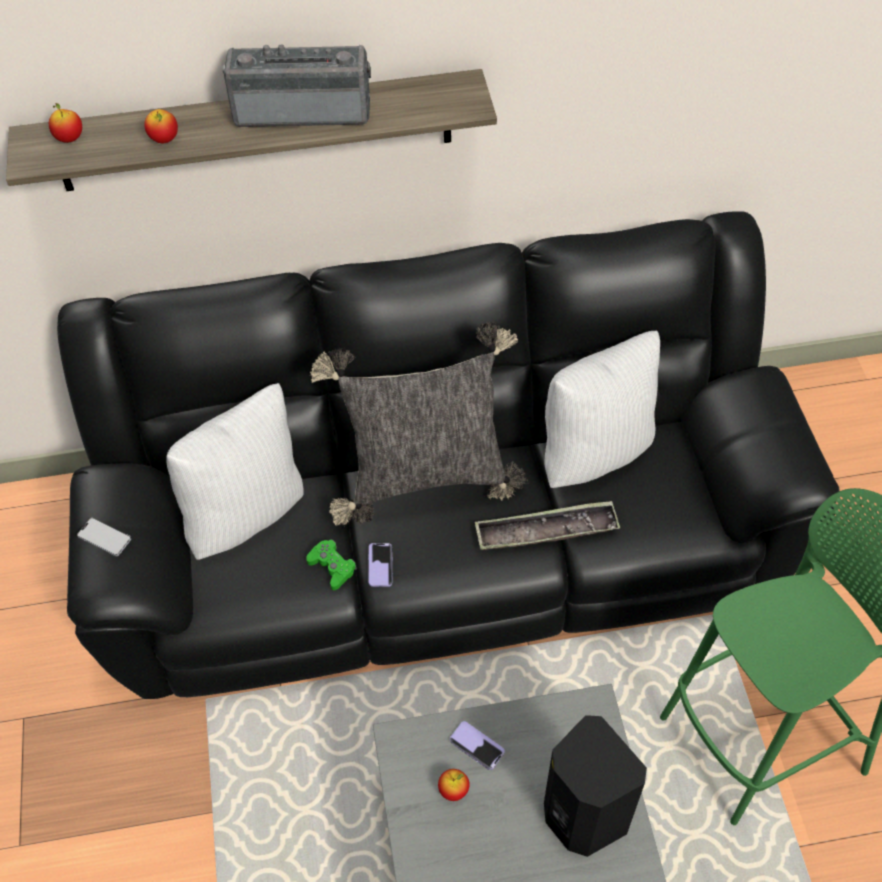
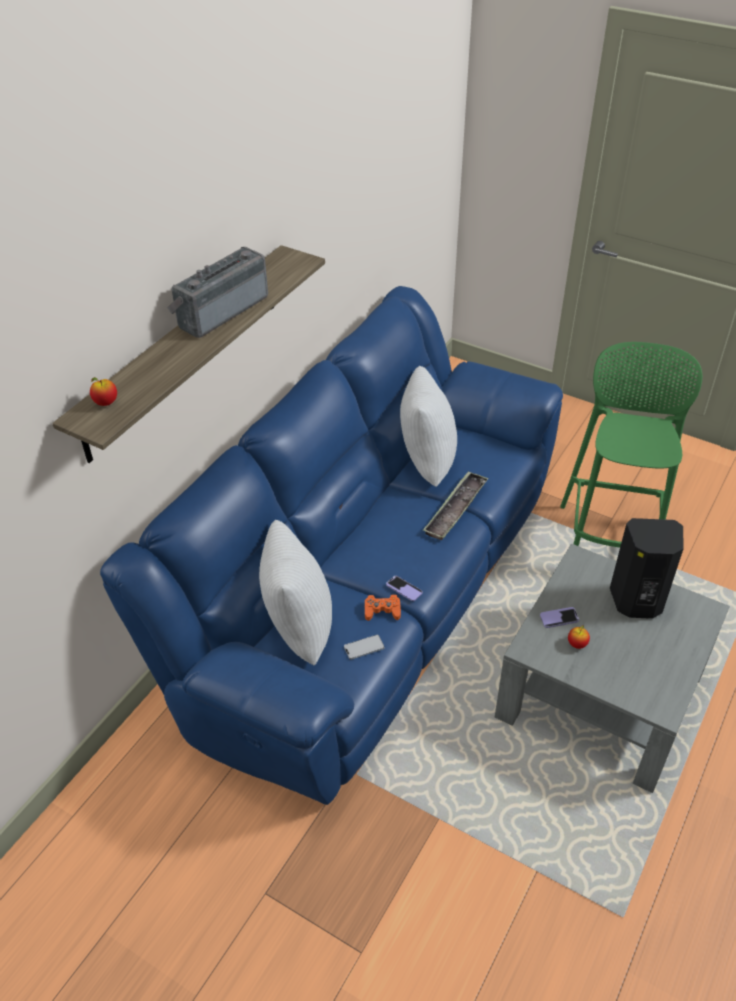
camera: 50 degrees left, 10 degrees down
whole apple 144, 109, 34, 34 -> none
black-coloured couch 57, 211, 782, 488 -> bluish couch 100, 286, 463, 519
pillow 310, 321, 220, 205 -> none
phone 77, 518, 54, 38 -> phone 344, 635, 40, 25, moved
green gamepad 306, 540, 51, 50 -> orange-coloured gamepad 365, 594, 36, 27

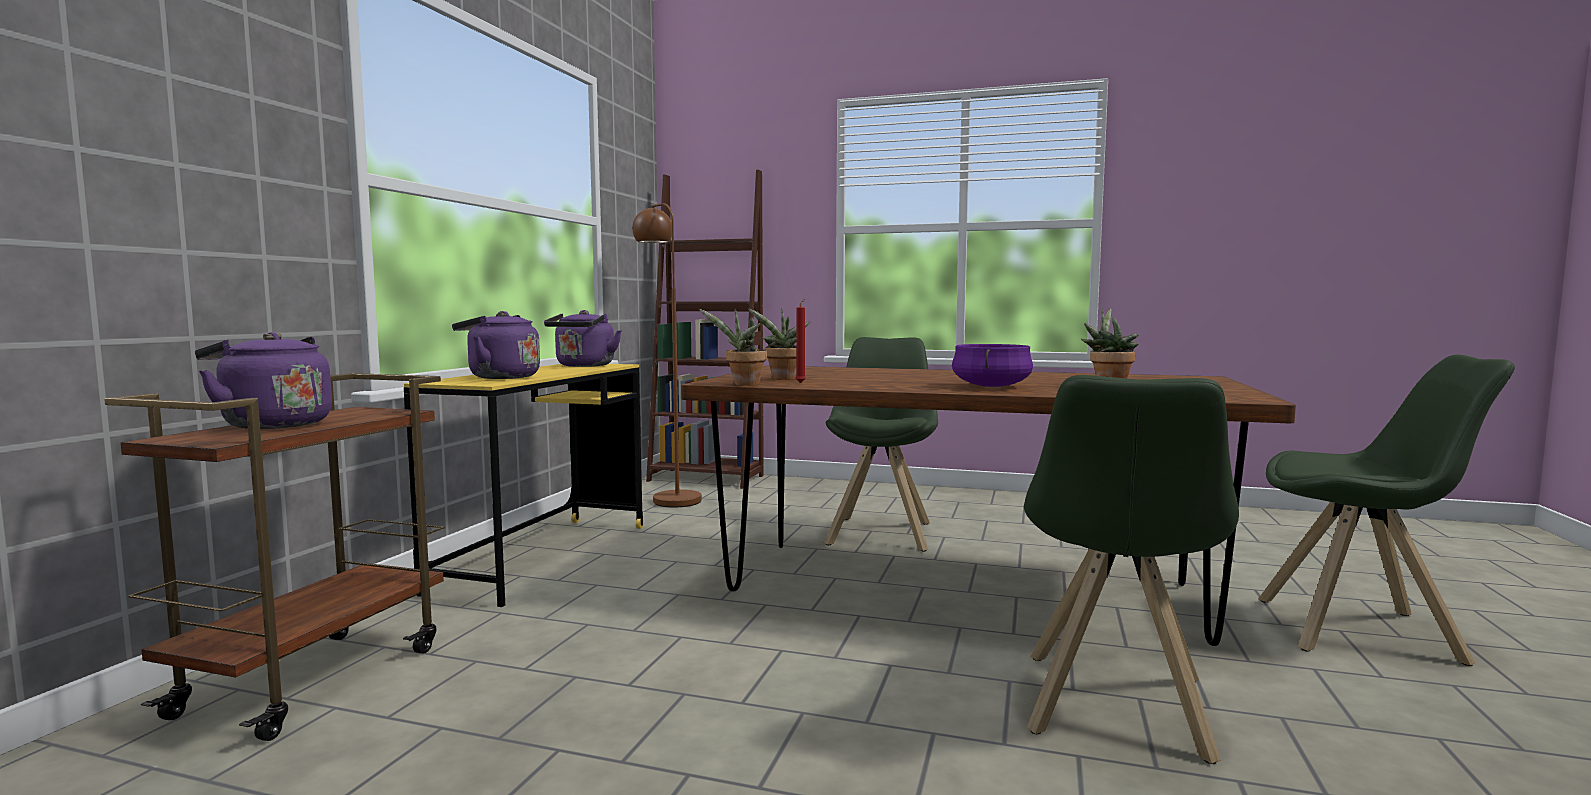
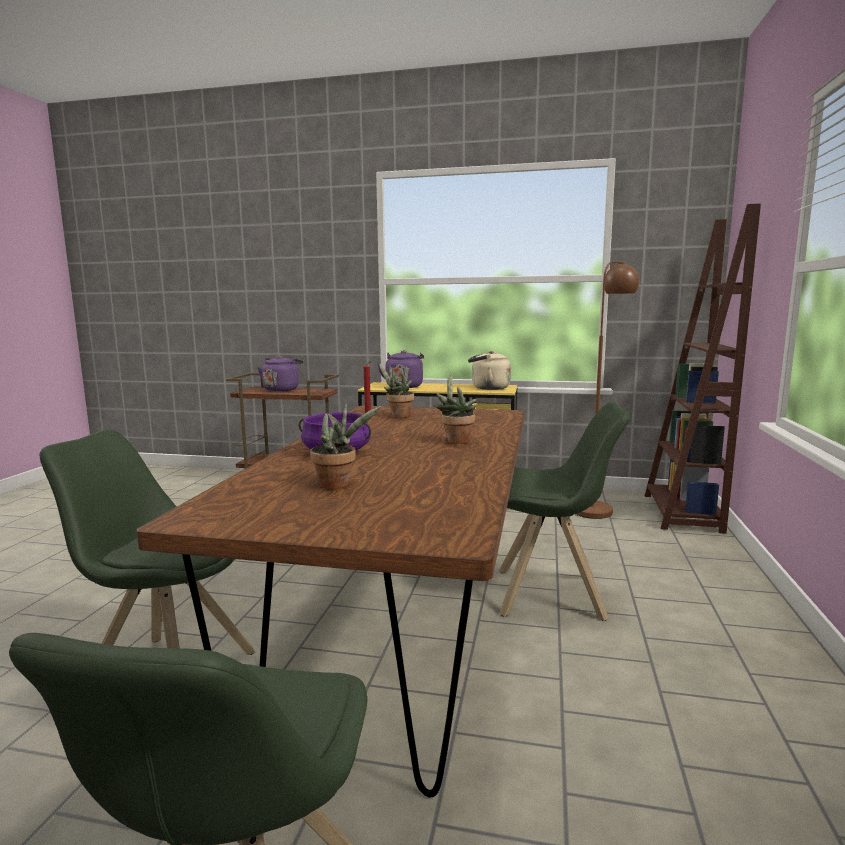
camera: 85 degrees right, 5 degrees up
plant in a pot 699, 308, 68, 78 -> plant in a pot 433, 375, 44, 69, moved
purple water kettle 544, 310, 78, 57 -> beige-coloured water kettle 468, 351, 43, 39

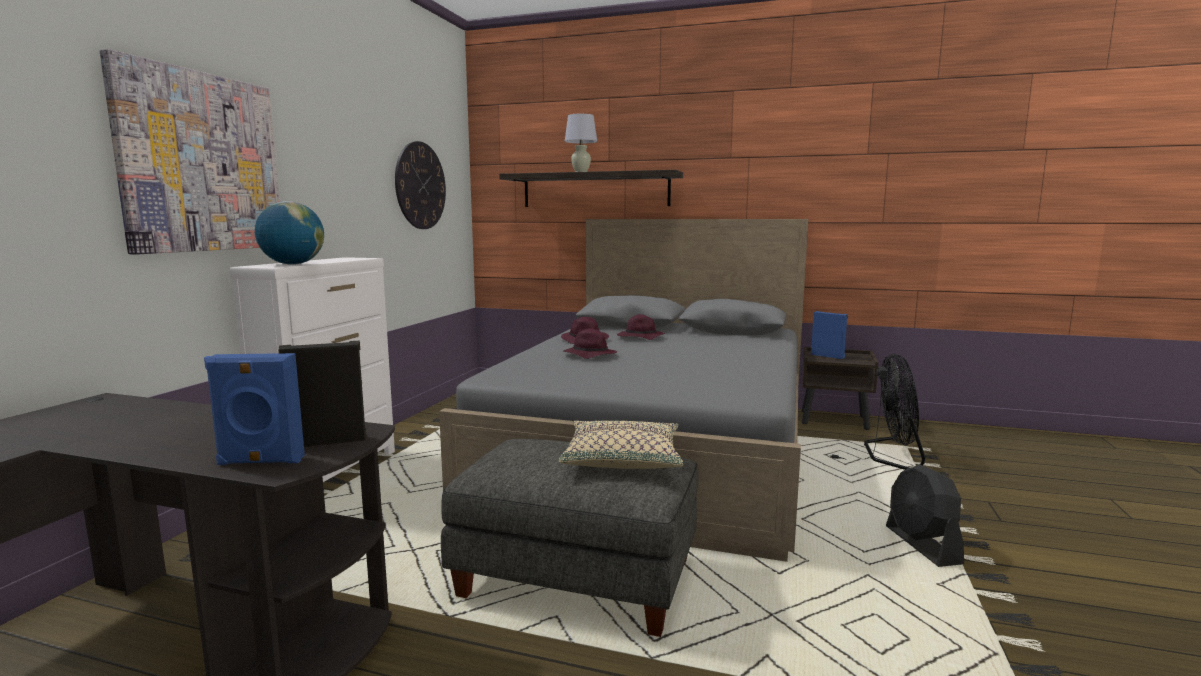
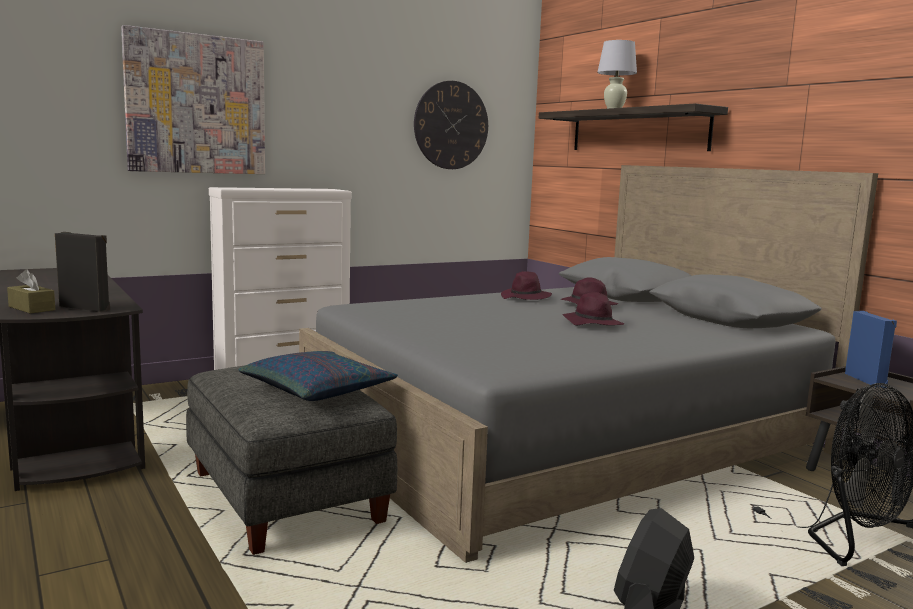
camera: 40 degrees right, 0 degrees up
globe 255, 201, 69, 64 -> none
purple wearable hat 563, 328, 55, 31 -> purple wearable hat 562, 292, 62, 33, moved
bluish loudspeaker 204, 353, 101, 112 -> brown box of tissues 7, 269, 48, 45
beige-coloured pillow 559, 421, 125, 48 -> bluish pillow 238, 351, 160, 50

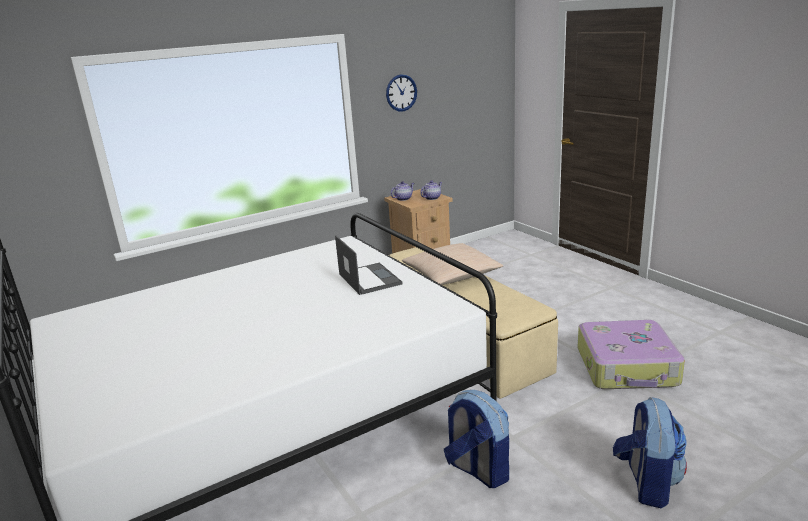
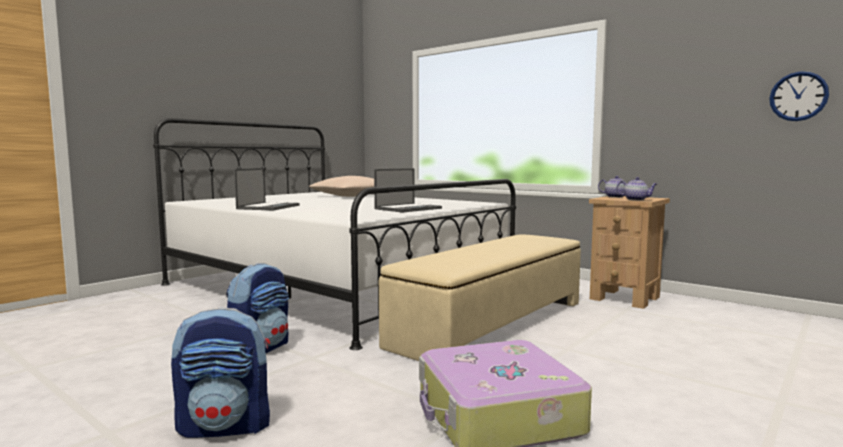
camera: 70 degrees right, 15 degrees down
hanging clock 386, 74, 31, 37 -> hanging clock 769, 71, 60, 50, moved
beige-coloured pillow 402, 243, 101, 42 -> beige-coloured pillow 309, 176, 65, 21, moved
none -> notebook computer 234, 168, 66, 42

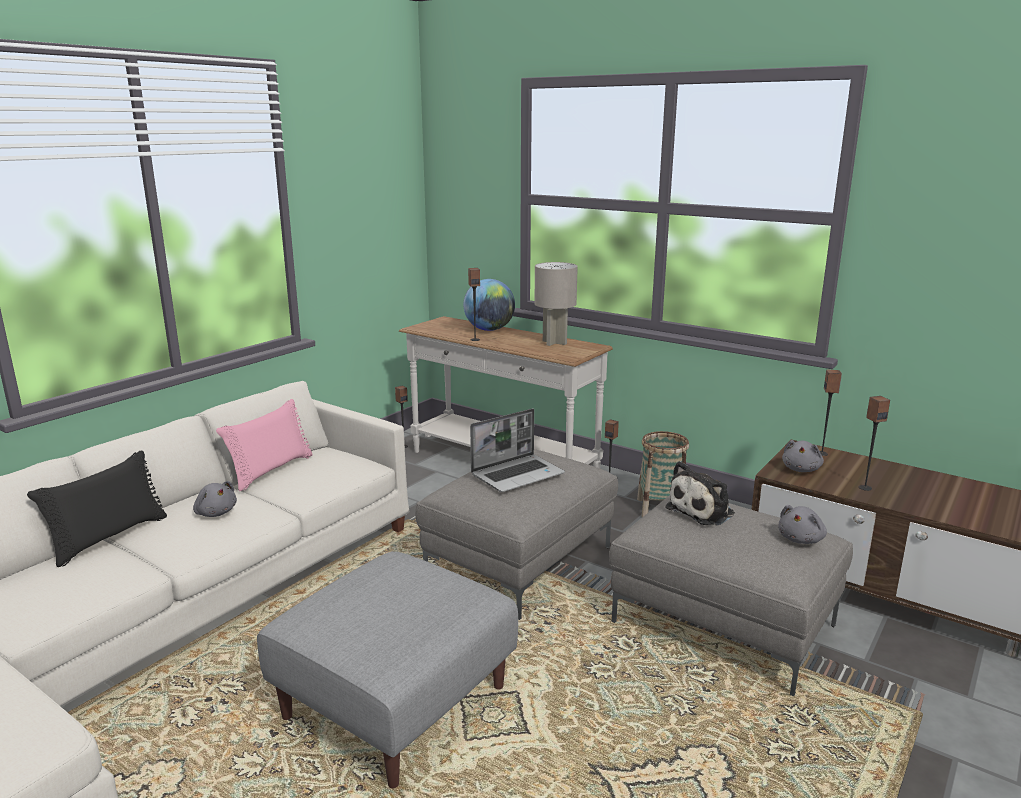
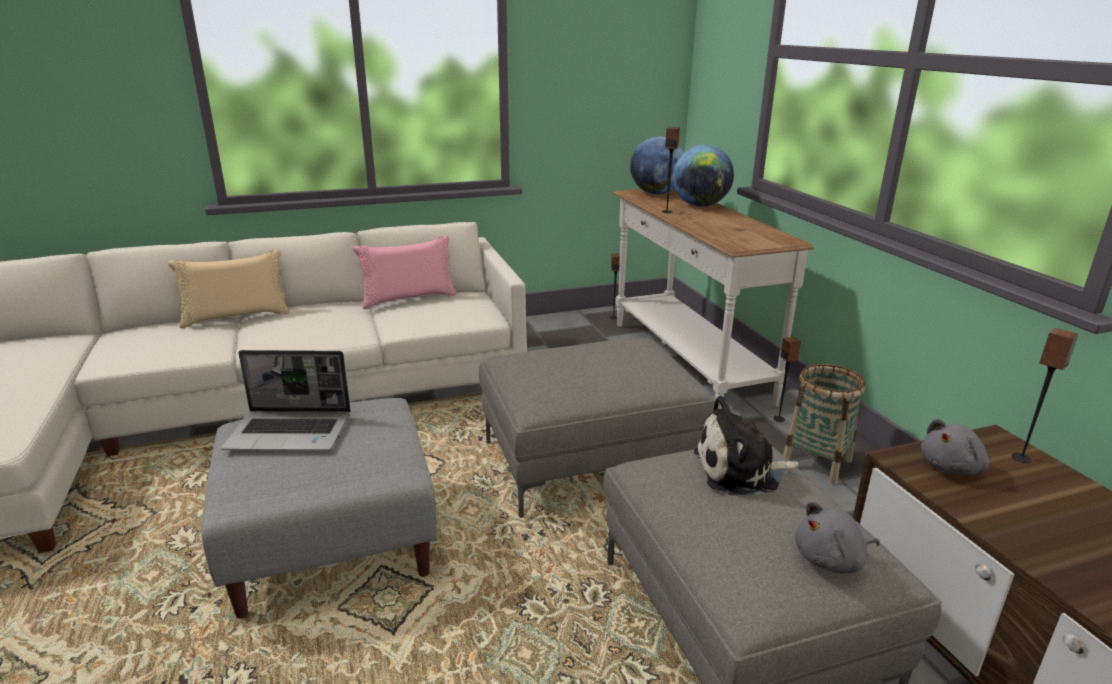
camera: 35 degrees right, 5 degrees up
gray lamp for a table 534, 262, 44, 84 -> none
loudspeaker 859, 396, 31, 95 -> none
notebook computer 470, 408, 95, 84 -> notebook computer 221, 350, 130, 101, moved
black-coloured pillow 27, 451, 140, 116 -> beige-coloured pillow 168, 250, 121, 79
gray plush toy 193, 481, 44, 36 -> none
none -> globe 630, 136, 54, 58

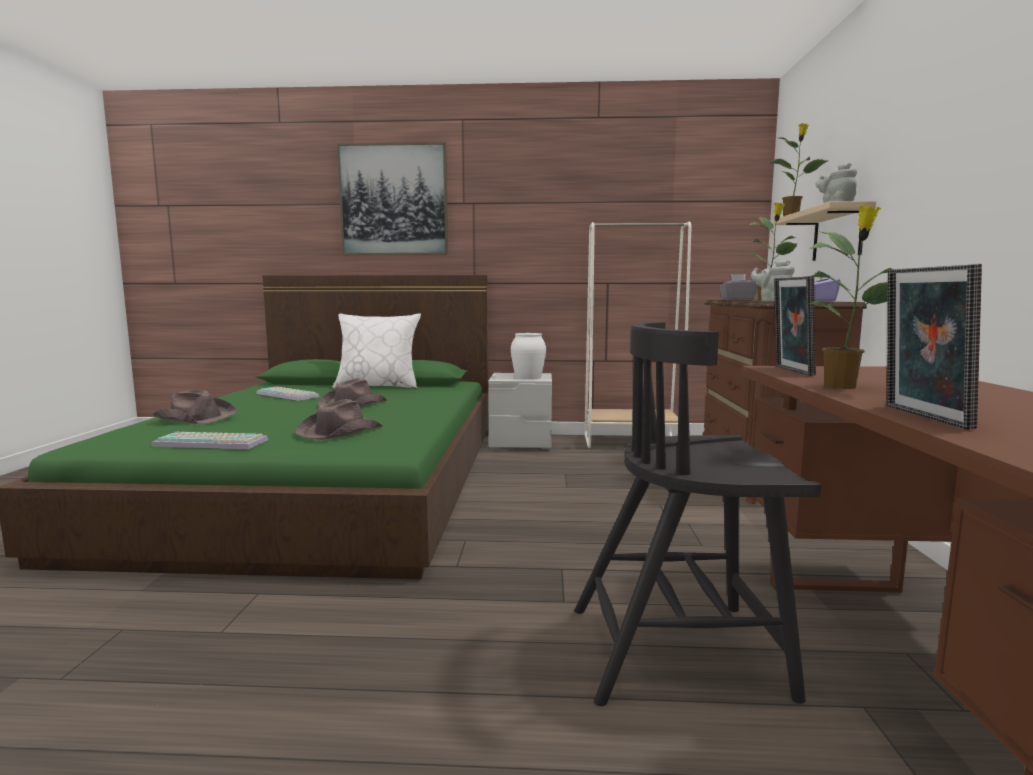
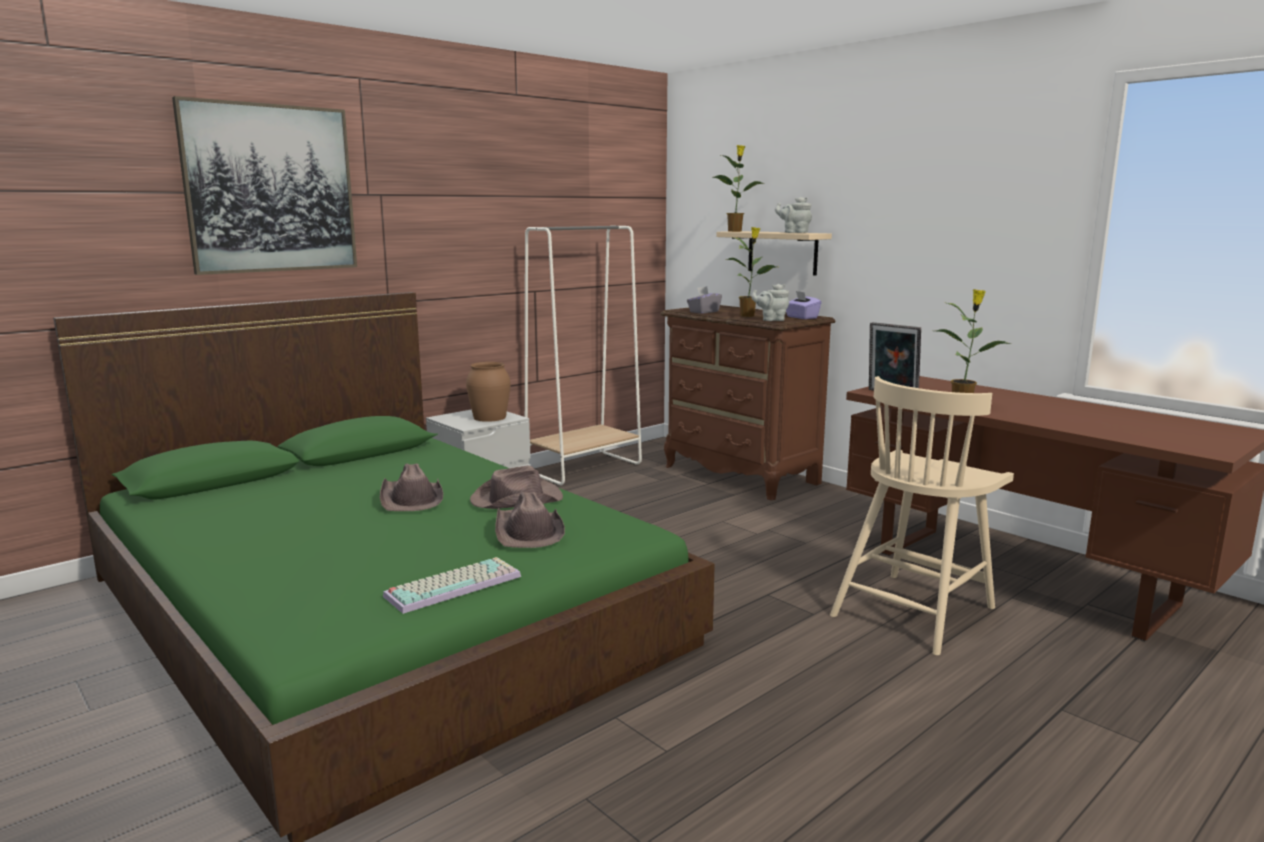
camera: 45 degrees left, 5 degrees up
standing frame 887, 264, 95, 166 -> none
white pillow 332, 313, 89, 76 -> none
black-coloured chair 574, 322, 247, 384 -> beige-coloured chair 830, 376, 184, 279
white vase 511, 333, 35, 47 -> brown vase 466, 362, 45, 60
PC keyboard 256, 386, 63, 15 -> none
brown wearable hat 153, 390, 84, 34 -> brown wearable hat 470, 466, 93, 43, moved

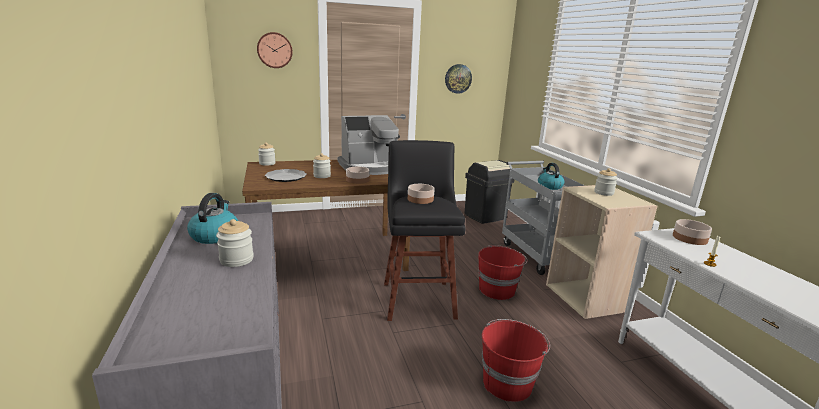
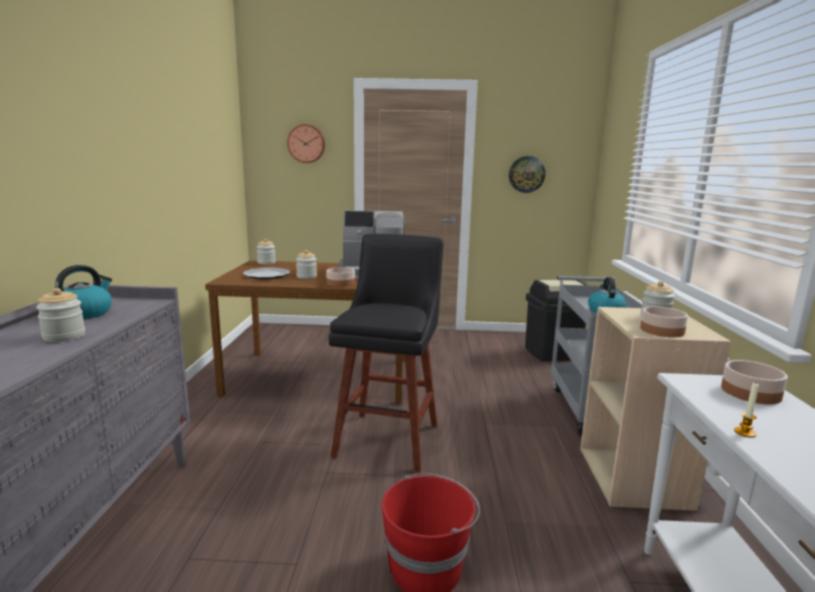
camera: 20 degrees right, 5 degrees down
deep dish 408, 184, 27, 20 -> deep dish 640, 306, 48, 31, moved
red pail 478, 245, 49, 55 -> none

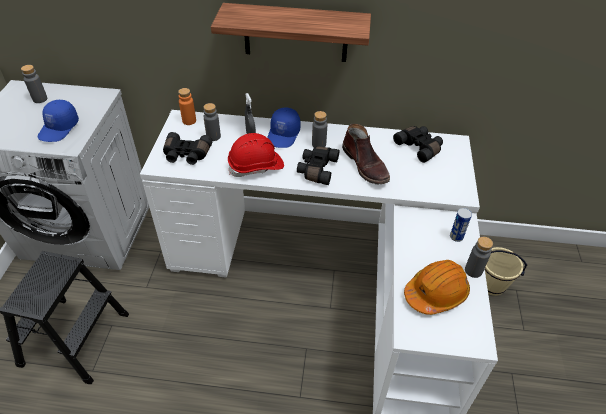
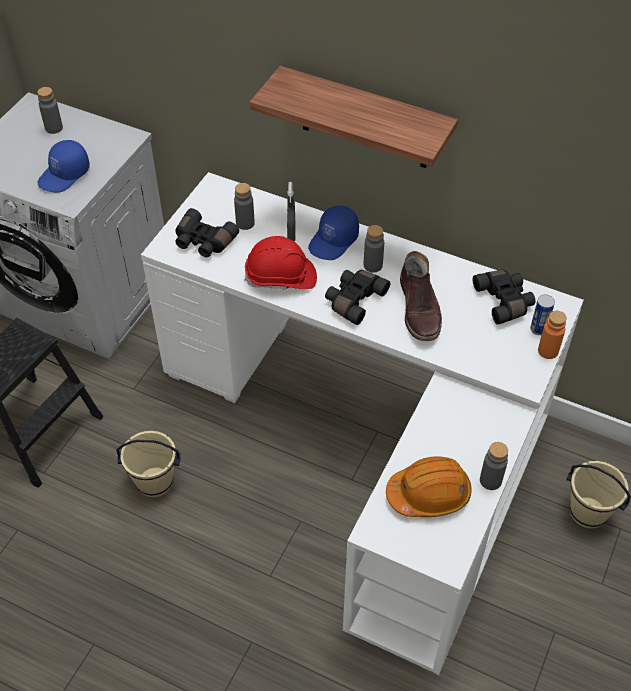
camera: 20 degrees right, 5 degrees up
orange-coloured bottle 178, 88, 18, 37 -> orange-coloured bottle 538, 311, 29, 48, moved
sealed can 450, 208, 22, 34 -> sealed can 530, 295, 25, 40, moved
none -> beige-coloured pail 116, 431, 65, 66

